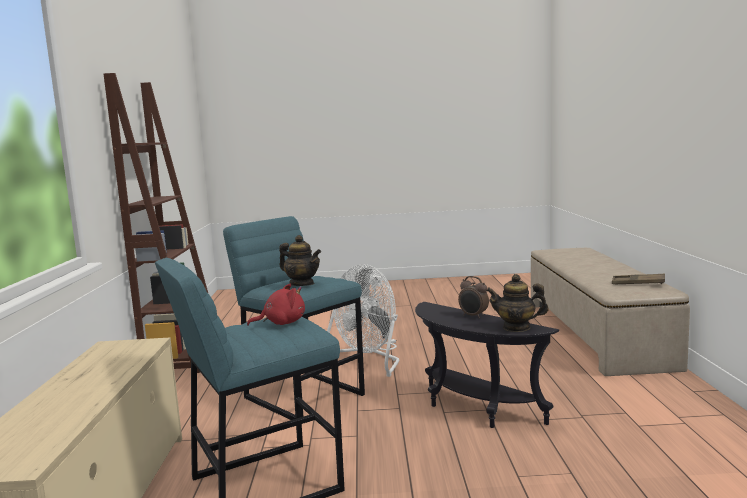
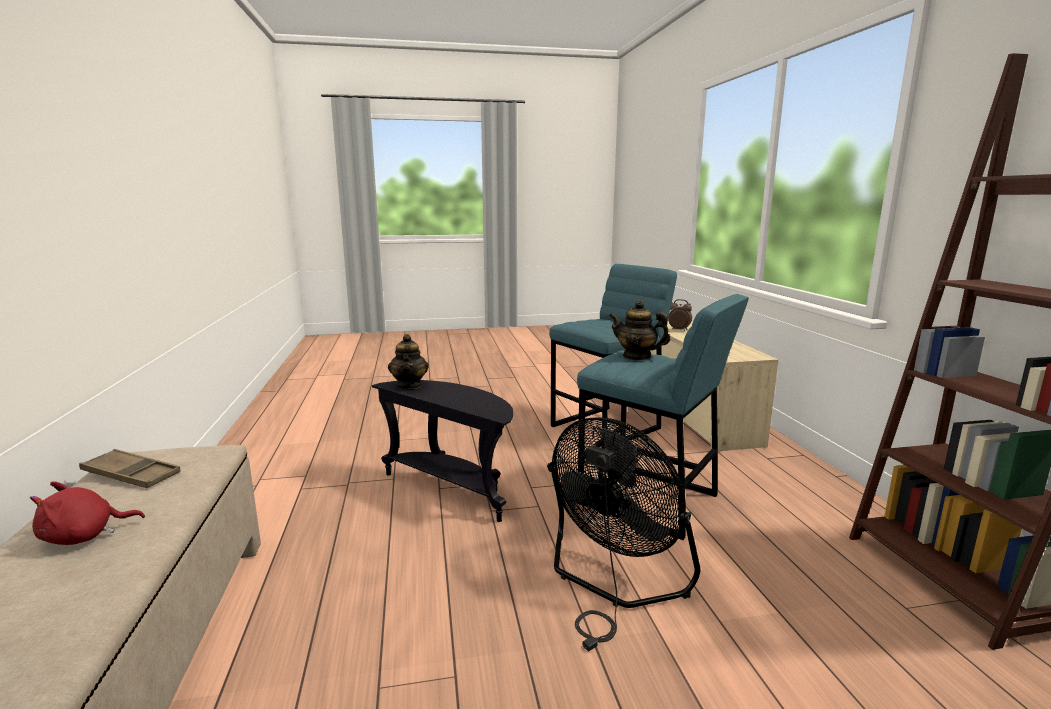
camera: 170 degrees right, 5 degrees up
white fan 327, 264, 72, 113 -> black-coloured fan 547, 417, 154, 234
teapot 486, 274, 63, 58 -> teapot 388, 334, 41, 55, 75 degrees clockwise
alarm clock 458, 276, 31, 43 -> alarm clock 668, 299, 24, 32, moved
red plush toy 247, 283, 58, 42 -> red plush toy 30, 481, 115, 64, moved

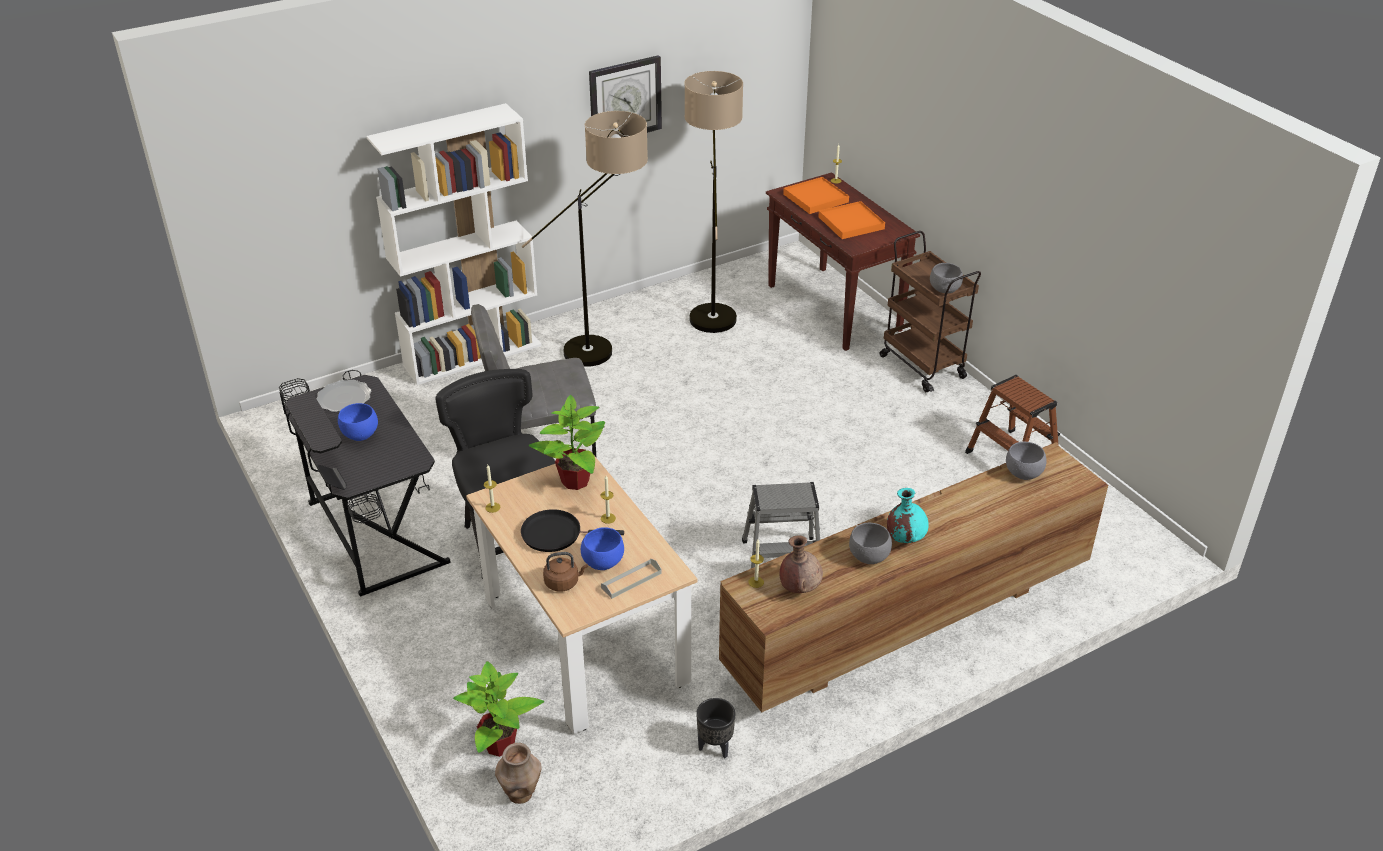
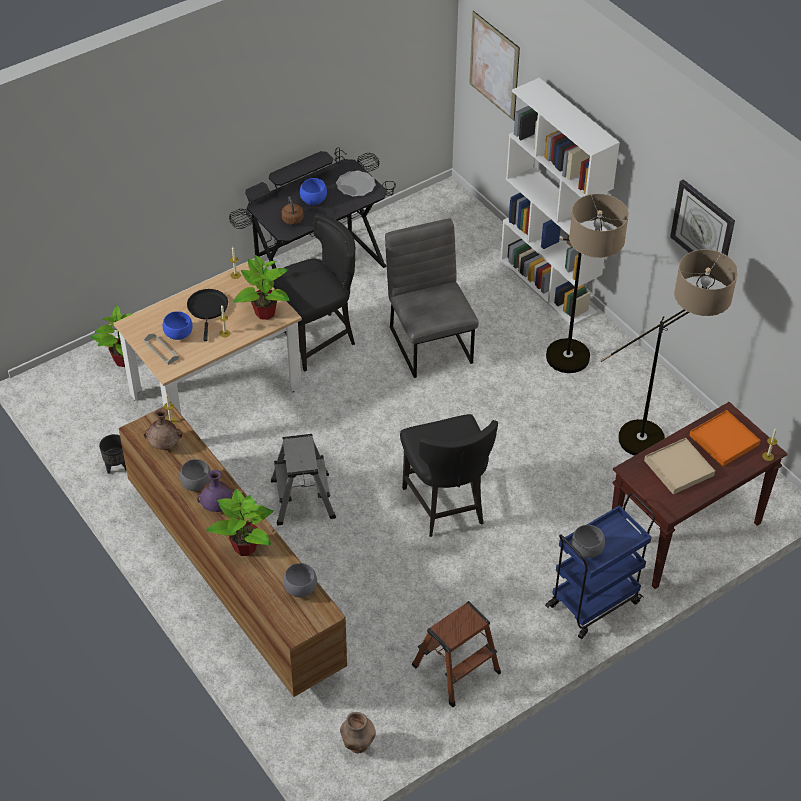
camera: 85 degrees right, 10 degrees up
orange-coloured tray 818, 201, 67, 38 -> beige-coloured tray 644, 438, 71, 57
brown wheeled cart 879, 231, 102, 161 -> bluish wheeled cart 545, 493, 110, 146
blue-green vase 887, 488, 42, 55 -> purple vase 197, 470, 38, 42
brown water kettle 543, 552, 45, 40 -> brown water kettle 282, 196, 22, 29, moved
brown vase 495, 743, 47, 61 -> brown vase 340, 712, 36, 41, moved
none -> picture 469, 11, 51, 110
none -> black-coloured chair 400, 414, 98, 123
none -> plant in a pot 206, 489, 68, 67

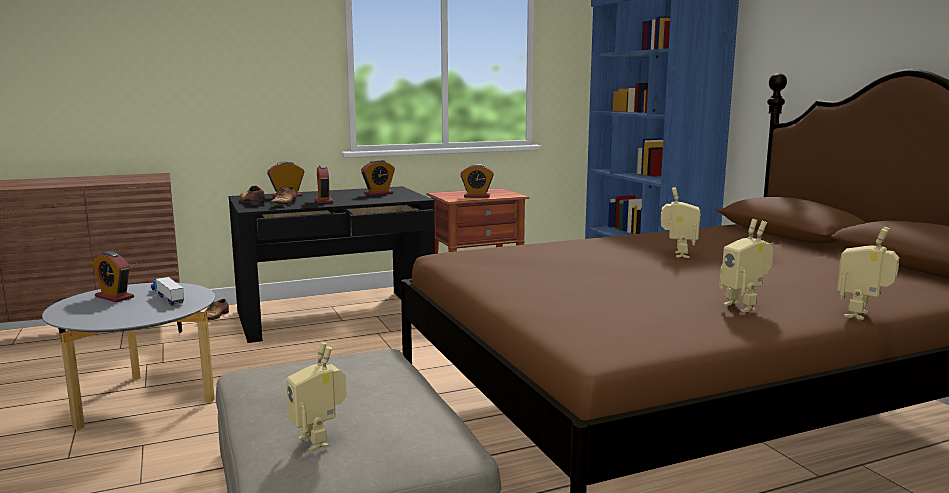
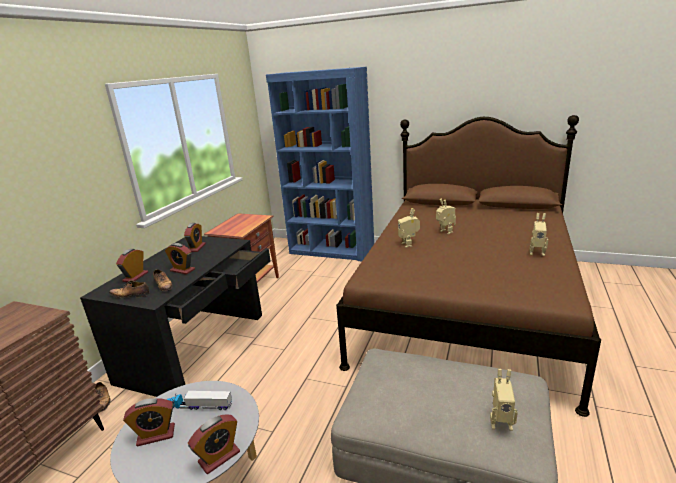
camera: 45 degrees left, 10 degrees up
alarm clock 460, 164, 34, 34 -> alarm clock 188, 414, 52, 60, moved
model robot 837, 227, 62, 93 -> model robot 398, 208, 22, 40, moved

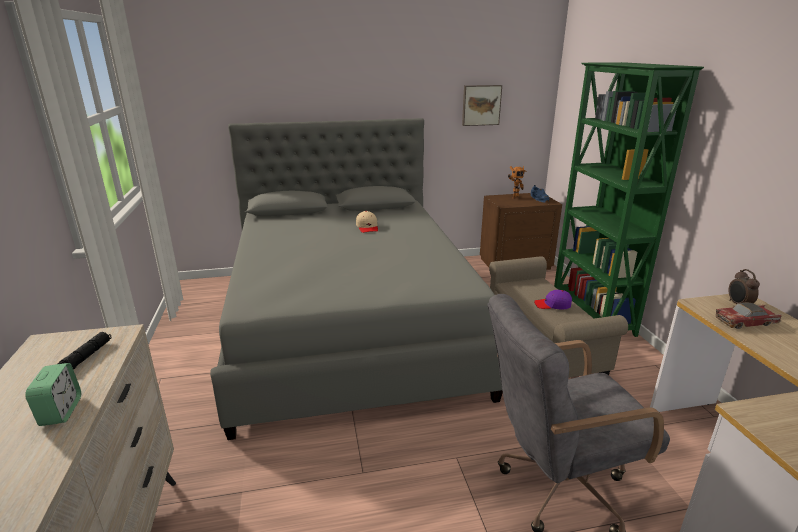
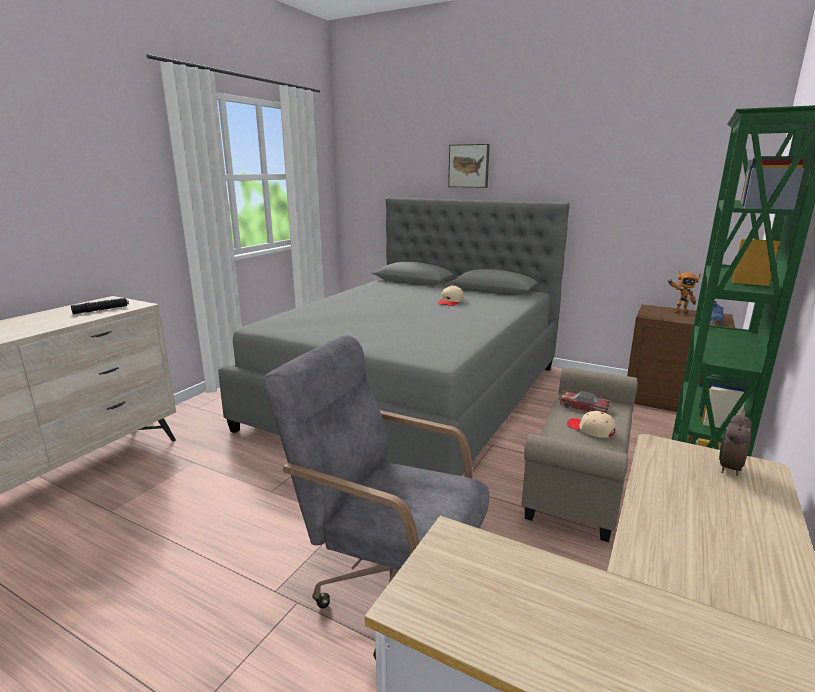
camera: 40 degrees right, 5 degrees down
picture 462, 85, 40, 41 -> picture 448, 144, 42, 44, moved
purple cap 534, 290, 38, 19 -> beige-coloured cap 567, 411, 48, 27
toy car 716, 303, 66, 26 -> toy car 559, 391, 51, 23, moved
alarm clock 25, 363, 56, 63 -> none

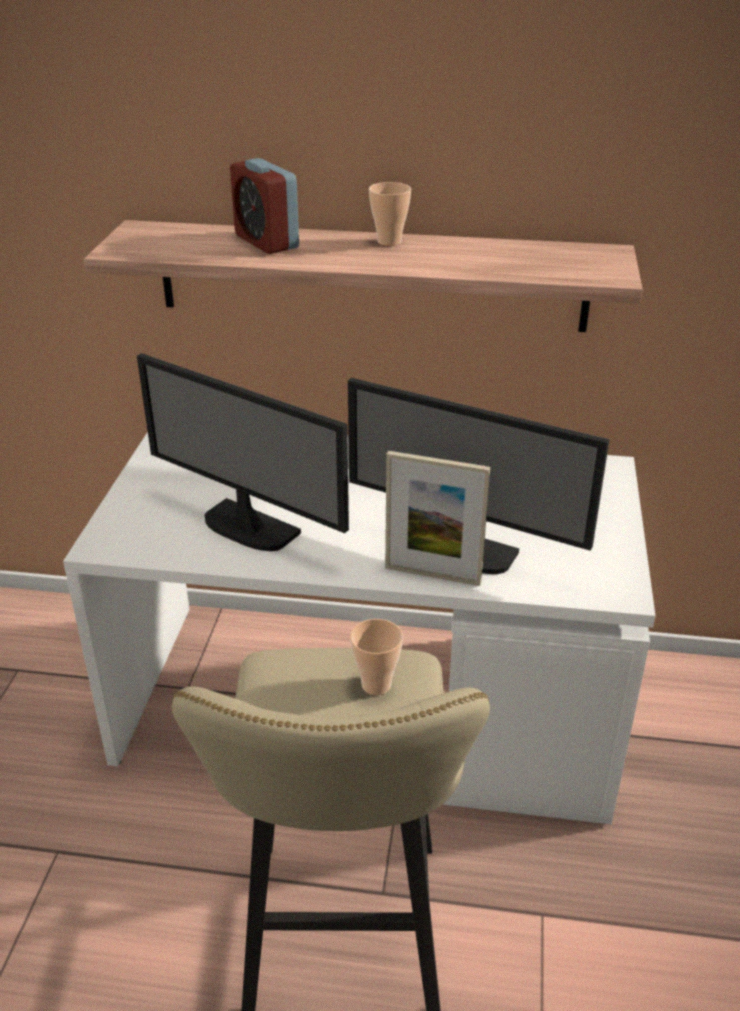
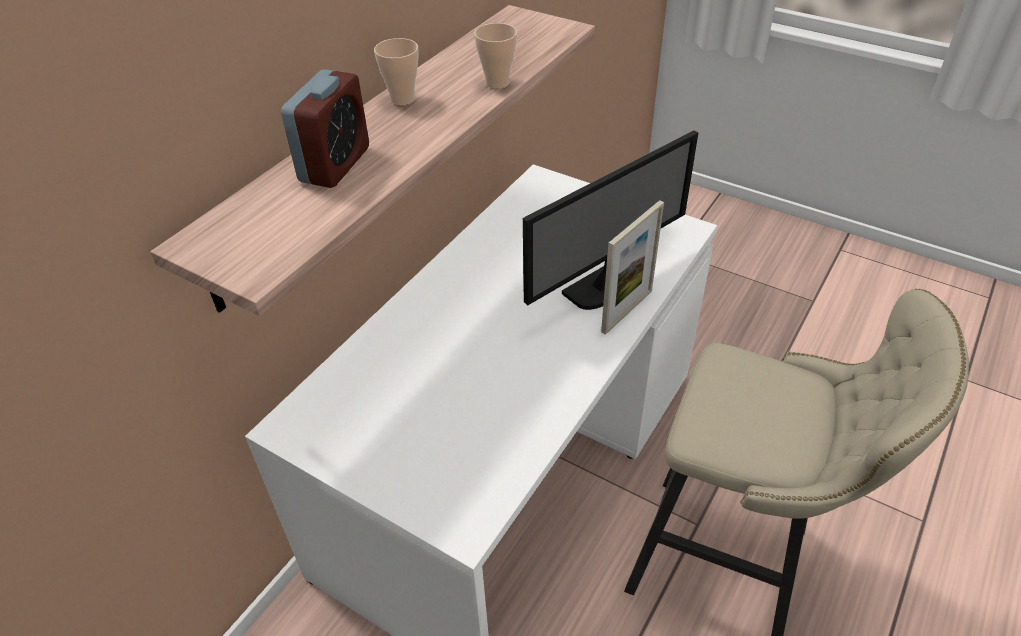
camera: 65 degrees left, 10 degrees up
alarm clock 230, 158, 69, 96 -> alarm clock 281, 69, 88, 119, 60 degrees counterclockwise
computer screen 137, 353, 212, 198 -> none
drinking cup 350, 619, 53, 76 -> drinking cup 474, 23, 43, 66, moved

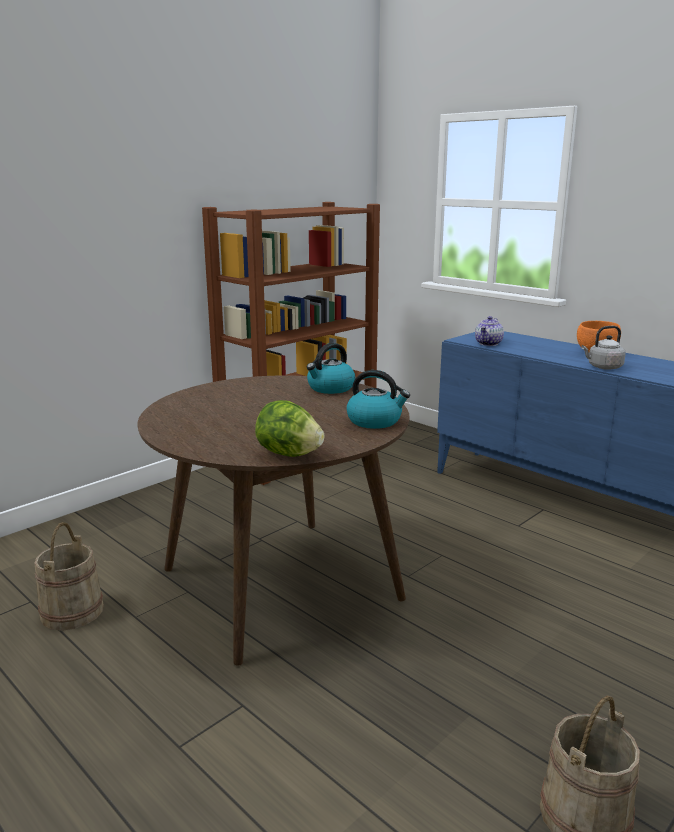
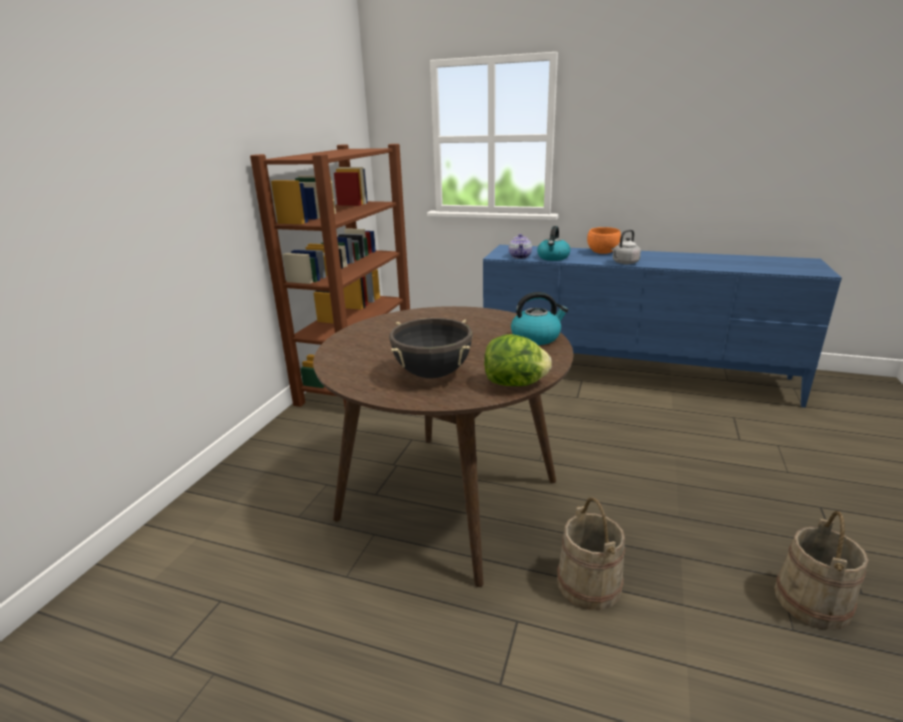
camera: 25 degrees left, 5 degrees up
water kettle 307, 343, 48, 51 -> water kettle 537, 226, 33, 35, moved
beige-coloured pail 35, 522, 69, 109 -> beige-coloured pail 557, 497, 68, 113, moved
none -> black-coloured cooking pot 389, 318, 84, 60

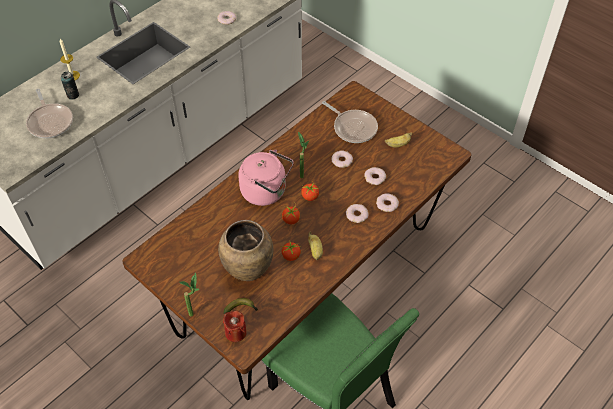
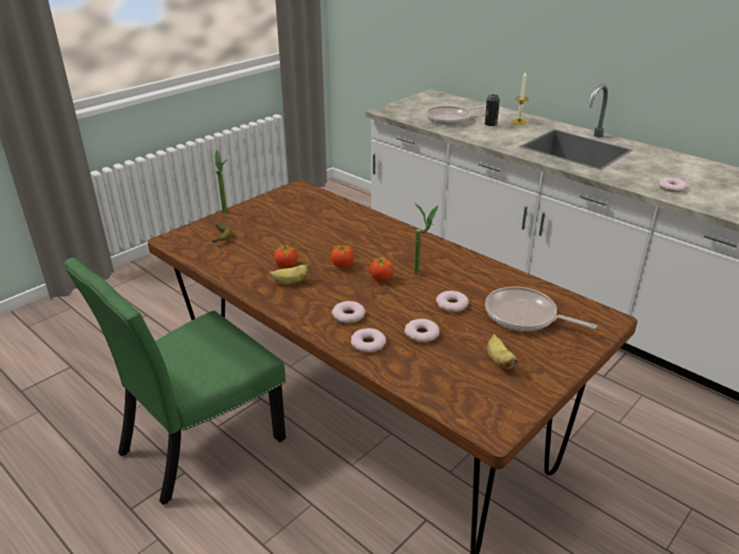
camera: 90 degrees right, 20 degrees down
frying pan 322, 101, 56, 42 -> frying pan 485, 286, 112, 45, 75 degrees clockwise
pinkish water kettle 238, 149, 56, 57 -> none
brown vase 218, 220, 55, 61 -> none
red candle 223, 311, 24, 31 -> none

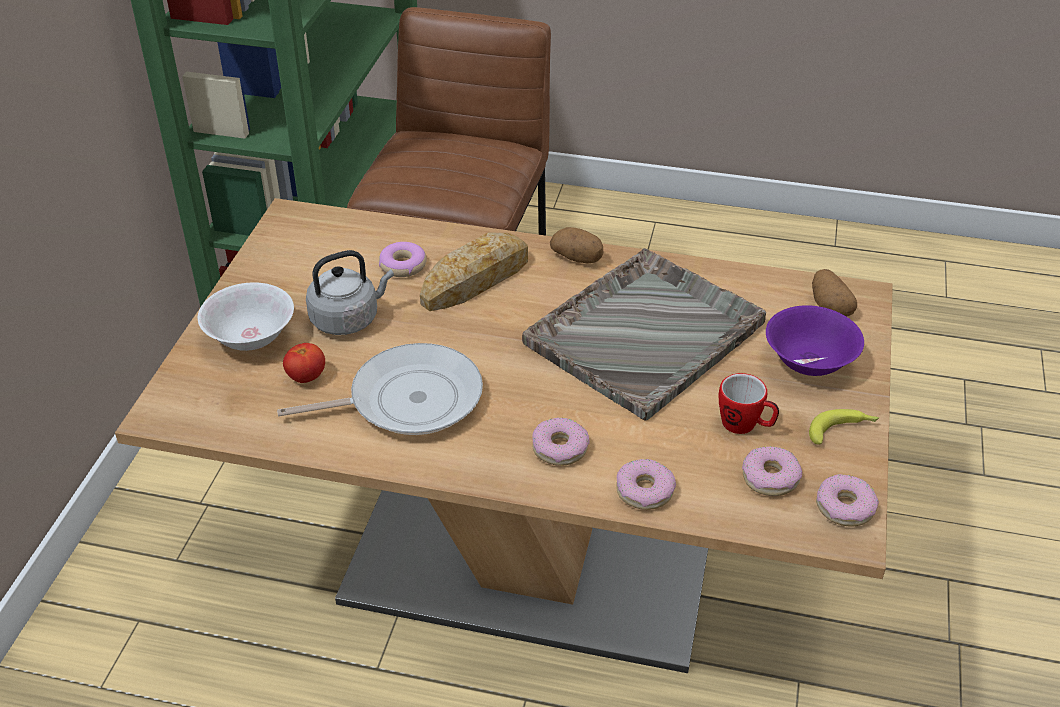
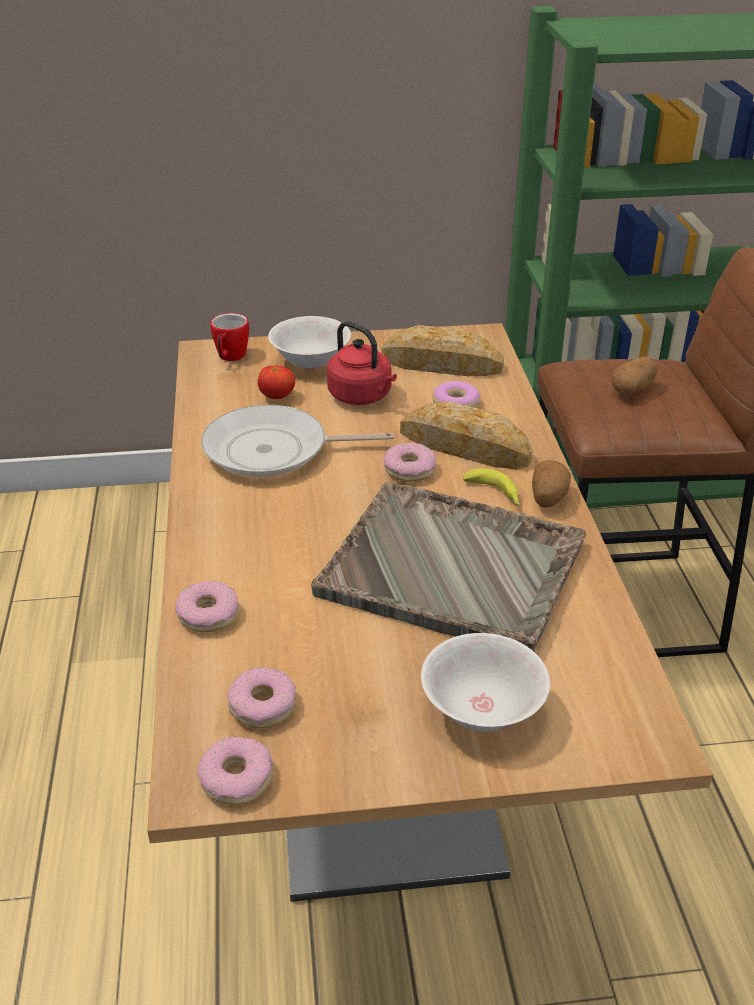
camera: 70 degrees right, 5 degrees down
gray water kettle 306, 250, 88, 85 -> red water kettle 327, 321, 70, 84
potato 812, 269, 45, 47 -> potato 611, 357, 47, 38, moved
purple deep dish 766, 305, 98, 71 -> white deep dish 421, 633, 129, 99
frying pan 277, 343, 206, 92 -> frying pan 201, 405, 193, 73, 120 degrees clockwise
coffee mug 719, 373, 60, 61 -> coffee mug 210, 313, 39, 48, moved
banana fruit 809, 409, 70, 36 -> banana fruit 463, 468, 57, 38, moved
donut 532, 418, 58, 48 -> donut 384, 443, 52, 39, moved
none -> bread 382, 325, 122, 51

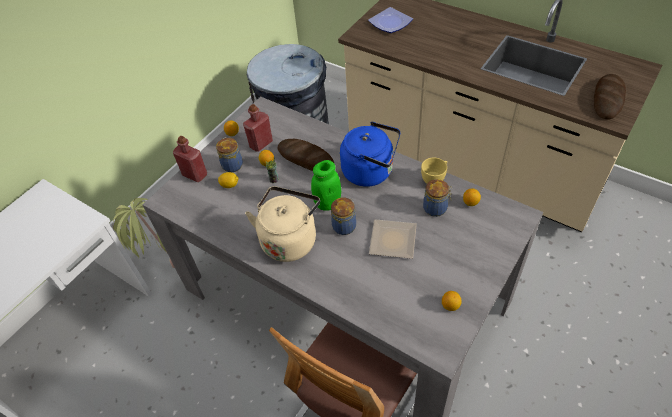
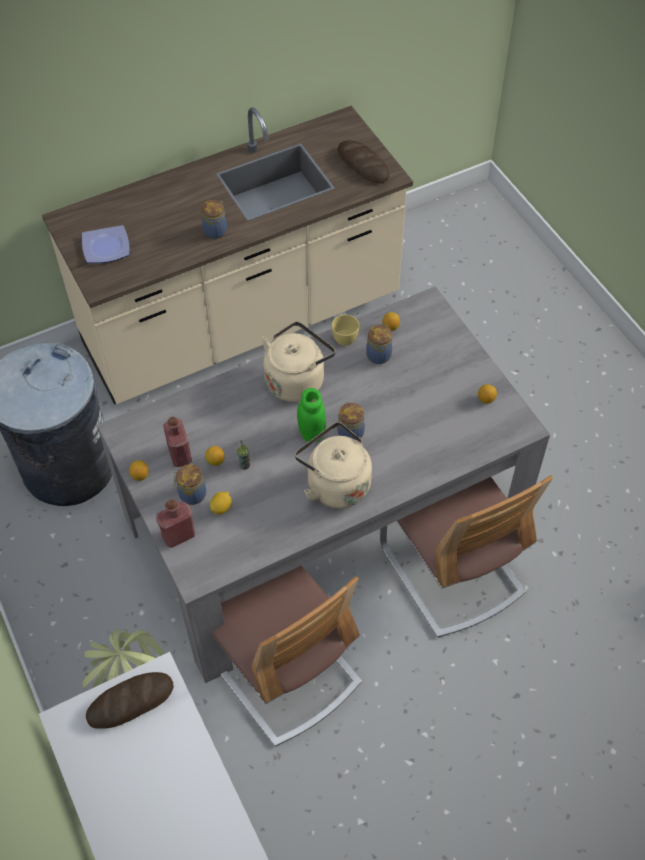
camera: 65 degrees left, 5 degrees up
bluish water kettle 340, 122, 60, 65 -> beige-coloured water kettle 262, 321, 74, 81
bread 278, 139, 56, 32 -> bread 86, 672, 88, 57, moved
plate 369, 219, 48, 40 -> none
none -> storage jar 201, 200, 26, 39
none -> chair 212, 566, 150, 180

